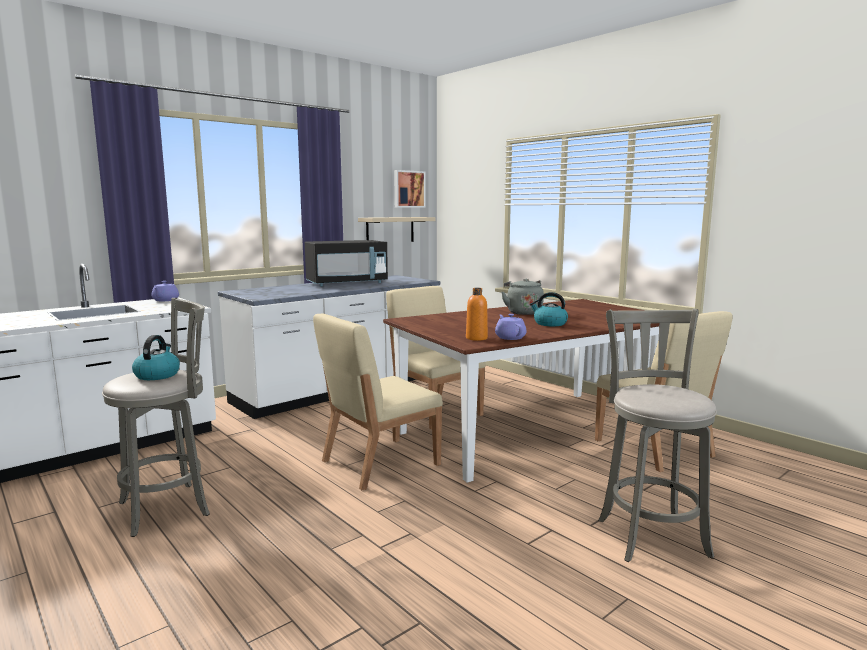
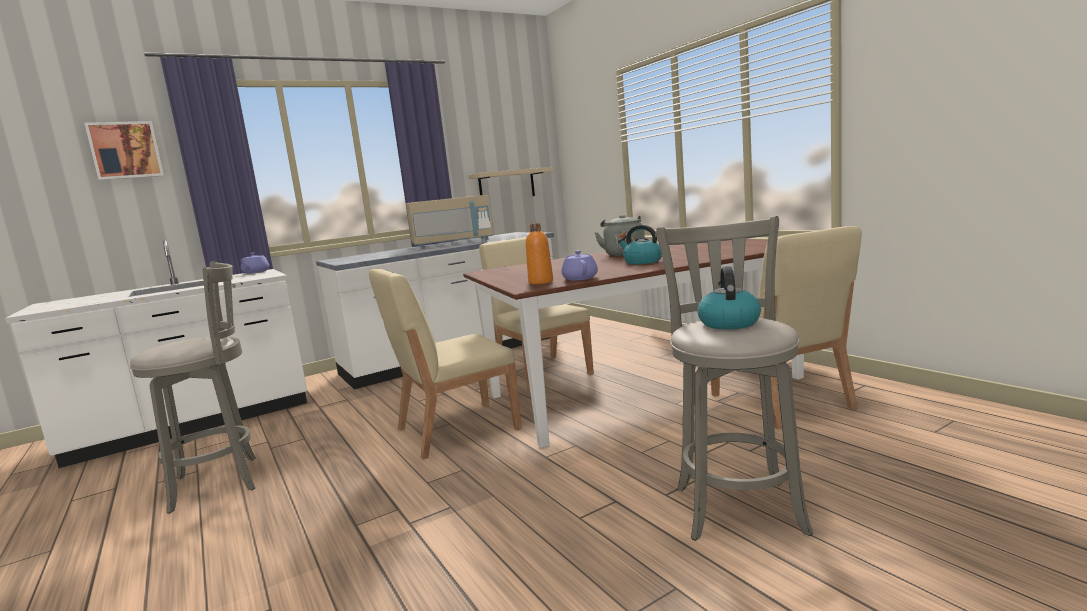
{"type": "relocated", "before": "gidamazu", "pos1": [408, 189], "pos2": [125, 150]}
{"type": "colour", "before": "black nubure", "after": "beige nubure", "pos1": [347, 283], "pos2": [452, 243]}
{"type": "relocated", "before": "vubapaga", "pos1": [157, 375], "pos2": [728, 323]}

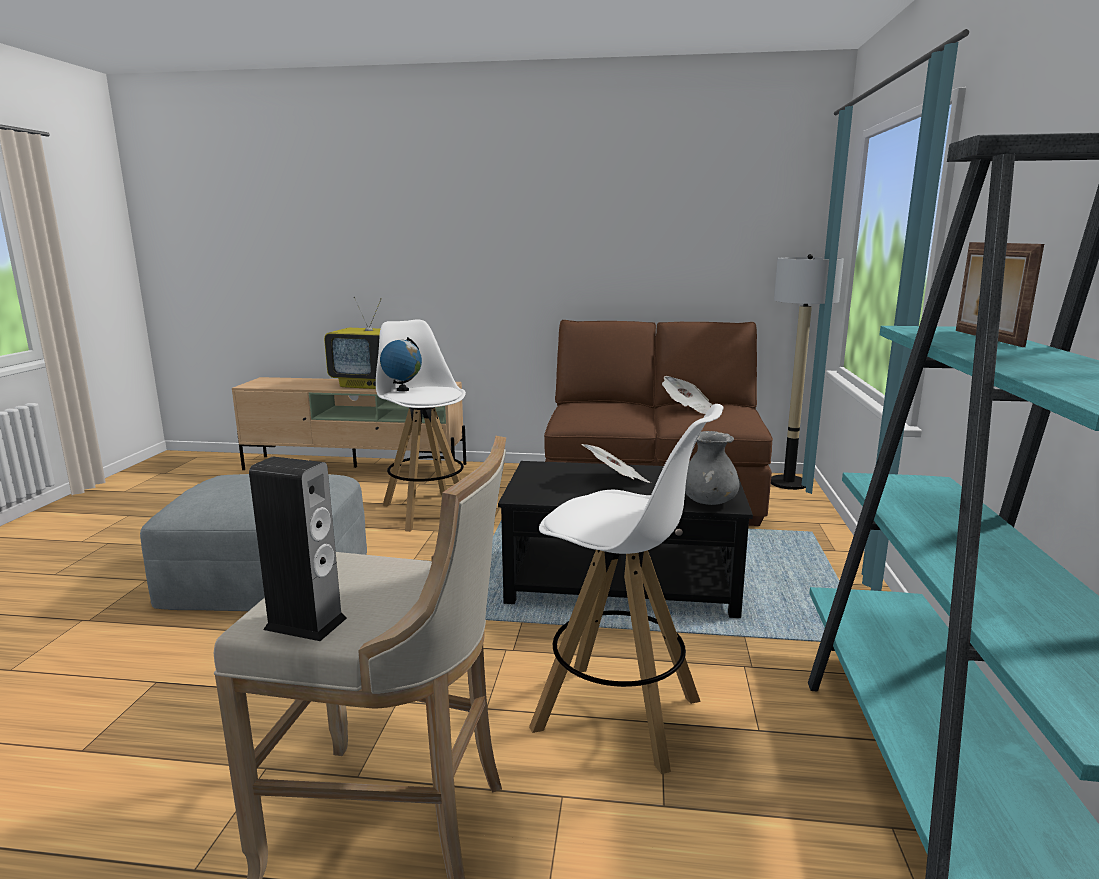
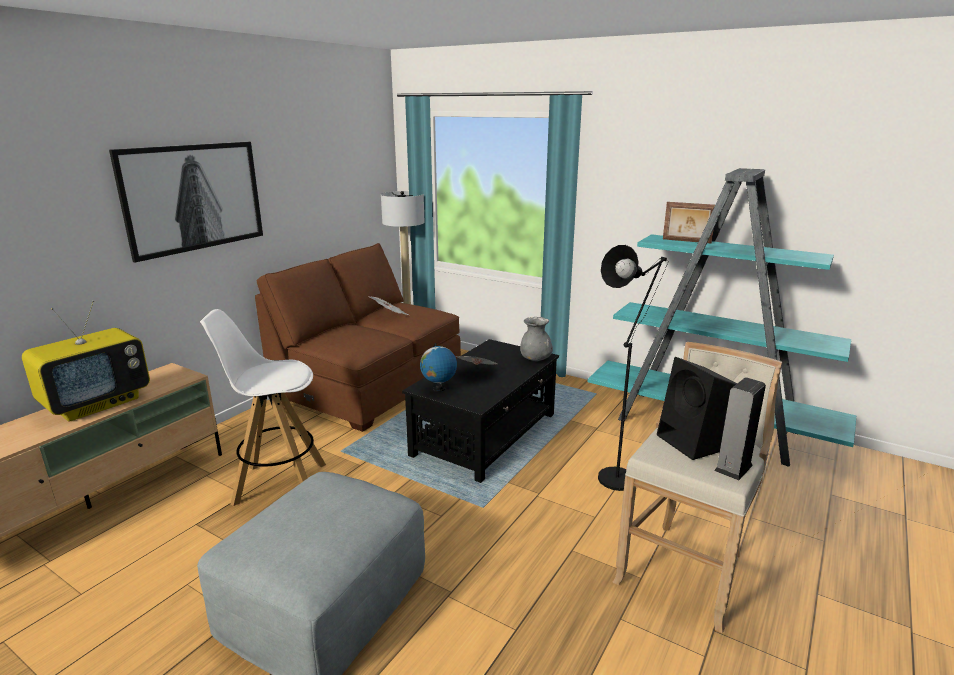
{"type": "relocated", "before": "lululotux", "pos1": [402, 390], "pos2": [439, 389]}
{"type": "exchanged", "before": "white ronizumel", "after": "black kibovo", "pos1": [619, 715], "pos2": [620, 476]}
{"type": "appeared", "after": "gidamazu", "pos2": [194, 197]}
{"type": "appeared", "after": "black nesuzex", "pos2": [695, 442]}

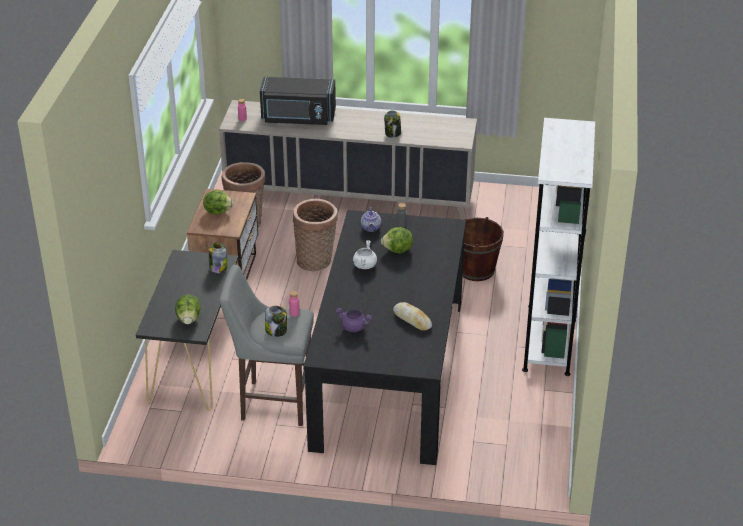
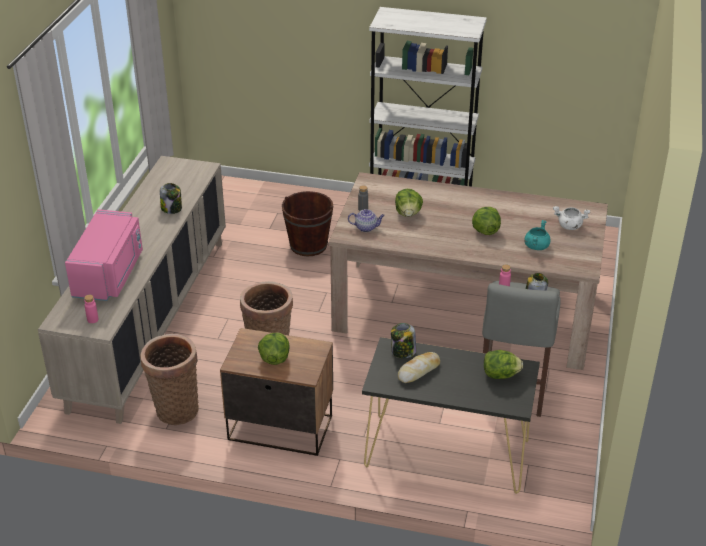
{"type": "colour", "before": "black nubure", "after": "pink nubure", "pos1": [298, 118], "pos2": [110, 274]}
{"type": "colour", "before": "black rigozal", "after": "beige rigozal", "pos1": [389, 372], "pos2": [464, 311]}
{"type": "relocated", "before": "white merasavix", "pos1": [364, 265], "pos2": [569, 226]}
{"type": "relocated", "before": "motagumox", "pos1": [412, 319], "pos2": [419, 371]}
{"type": "colour", "before": "purple merasavix", "after": "turquoise merasavix", "pos1": [354, 327], "pos2": [536, 246]}
{"type": "appeared", "after": "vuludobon", "pos2": [485, 231]}

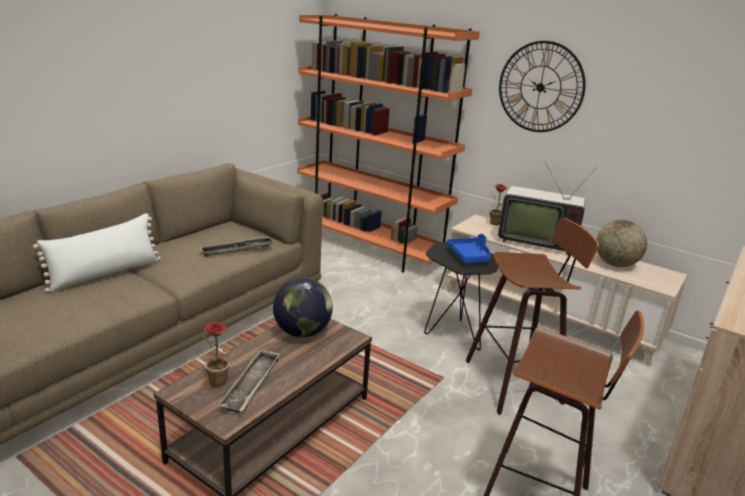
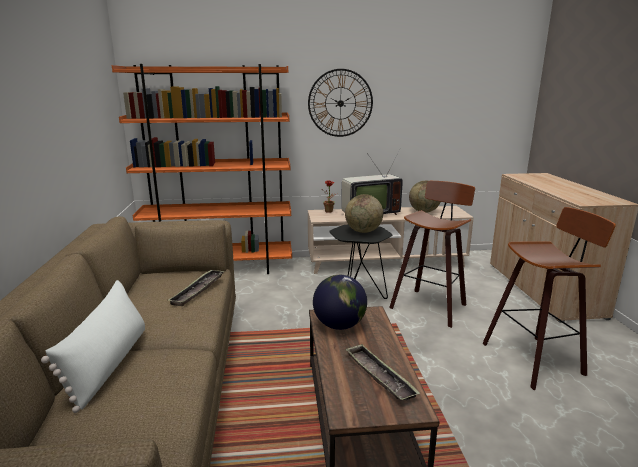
{"type": "exchanged", "before": "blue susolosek", "after": "lululotux", "pos1": [469, 256], "pos2": [363, 231]}
{"type": "missing", "before": "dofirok", "pos1": [219, 384]}

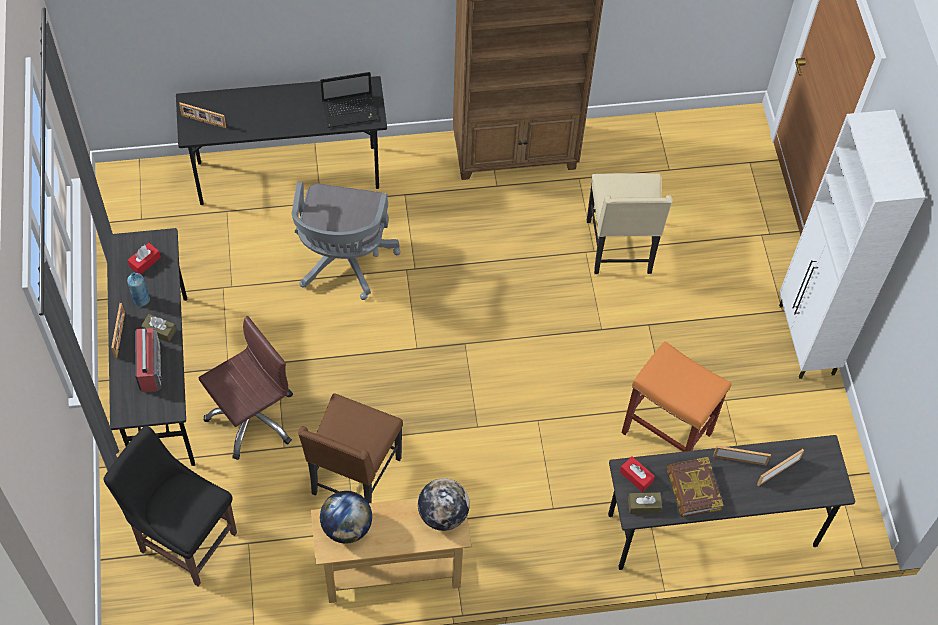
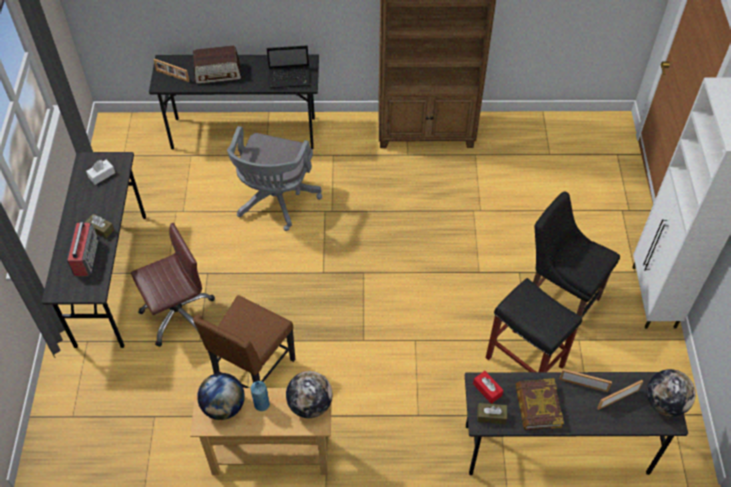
{"type": "missing", "before": "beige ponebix", "pos1": [620, 248]}
{"type": "colour", "before": "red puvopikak", "after": "white puvopikak", "pos1": [145, 262], "pos2": [101, 175]}
{"type": "relocated", "before": "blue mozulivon", "pos1": [141, 300], "pos2": [261, 404]}
{"type": "missing", "before": "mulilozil", "pos1": [120, 335]}
{"type": "colour", "before": "orange ronizumel", "after": "black ronizumel", "pos1": [668, 433], "pos2": [526, 362]}
{"type": "relocated", "before": "black ponebix", "pos1": [185, 539], "pos2": [559, 299]}
{"type": "appeared", "after": "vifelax", "pos2": [218, 73]}
{"type": "appeared", "after": "lululotux", "pos2": [664, 403]}

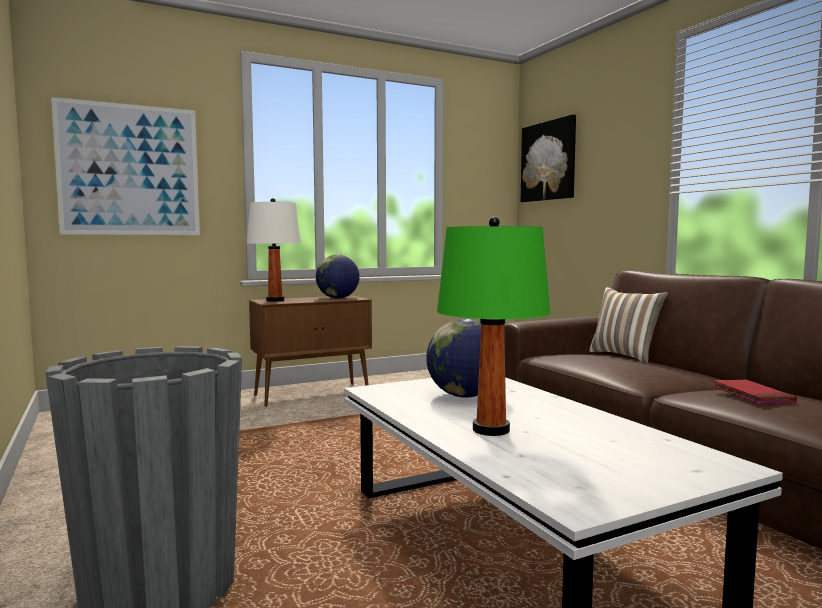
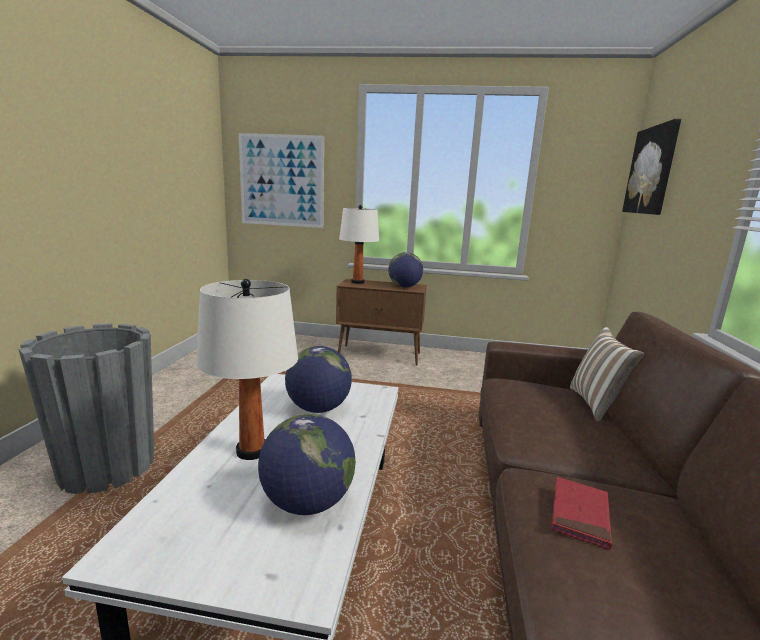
{"type": "colour", "before": "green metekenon", "after": "white metekenon", "pos1": [490, 430], "pos2": [252, 451]}
{"type": "appeared", "after": "lululotux", "pos2": [307, 503]}

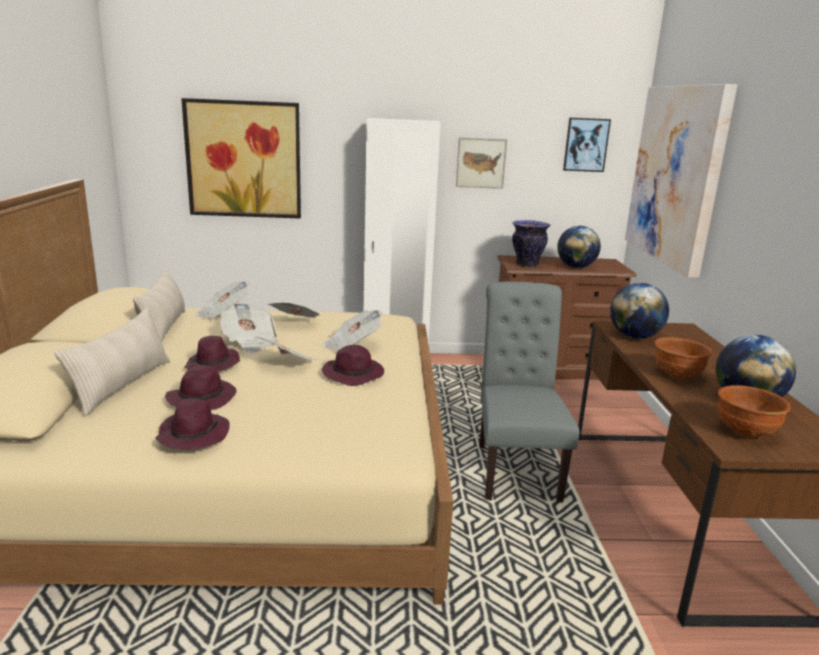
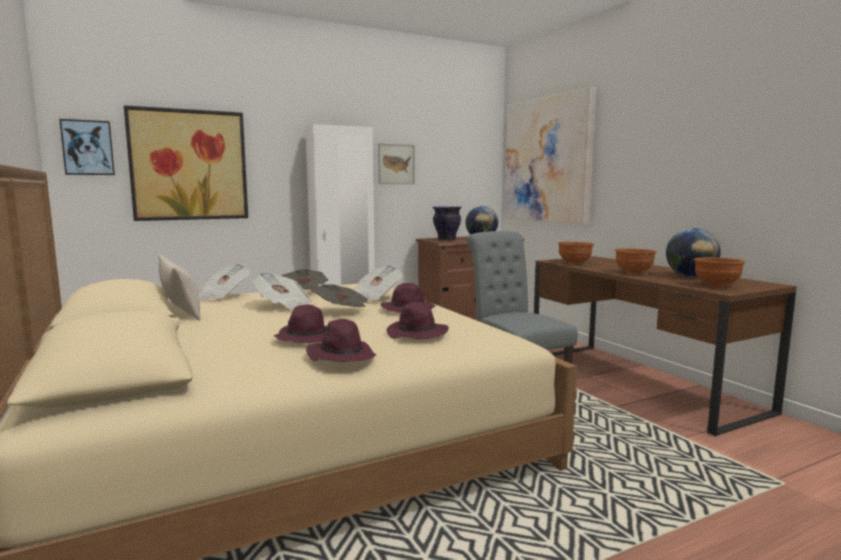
{"type": "relocated", "before": "gidamazu", "pos1": [586, 145], "pos2": [88, 147]}
{"type": "exchanged", "before": "lululotux", "after": "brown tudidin", "pos1": [634, 337], "pos2": [575, 263]}
{"type": "missing", "before": "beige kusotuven", "pos1": [122, 385]}
{"type": "relocated", "before": "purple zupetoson", "pos1": [213, 365], "pos2": [417, 334]}

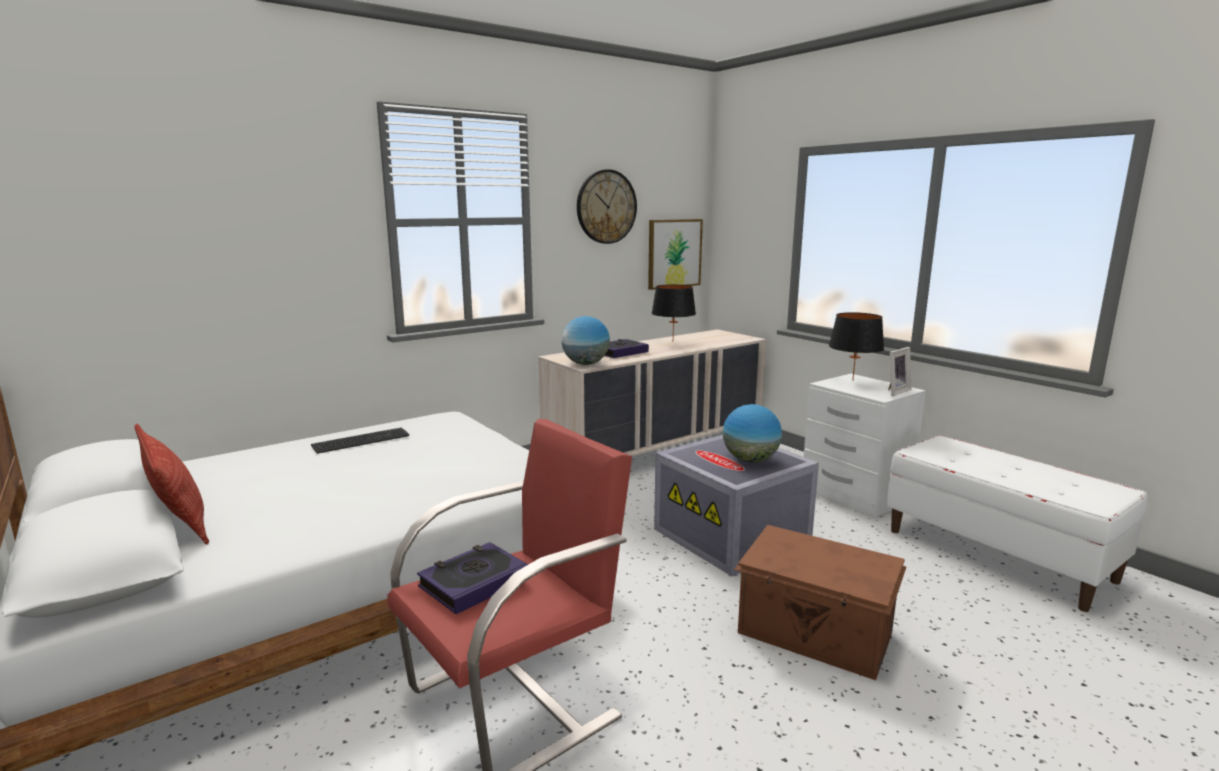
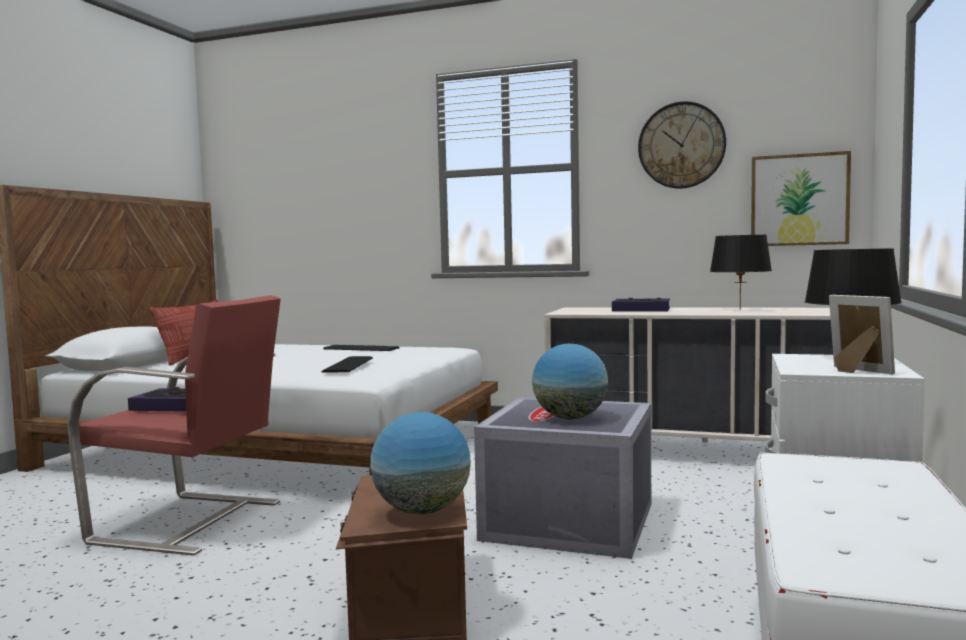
{"type": "relocated", "before": "lululotux", "pos1": [586, 364], "pos2": [422, 511]}
{"type": "spun", "before": "mulilozil", "pos1": [894, 391], "pos2": [856, 371], "turn": -135}
{"type": "appeared", "after": "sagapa", "pos2": [346, 365]}

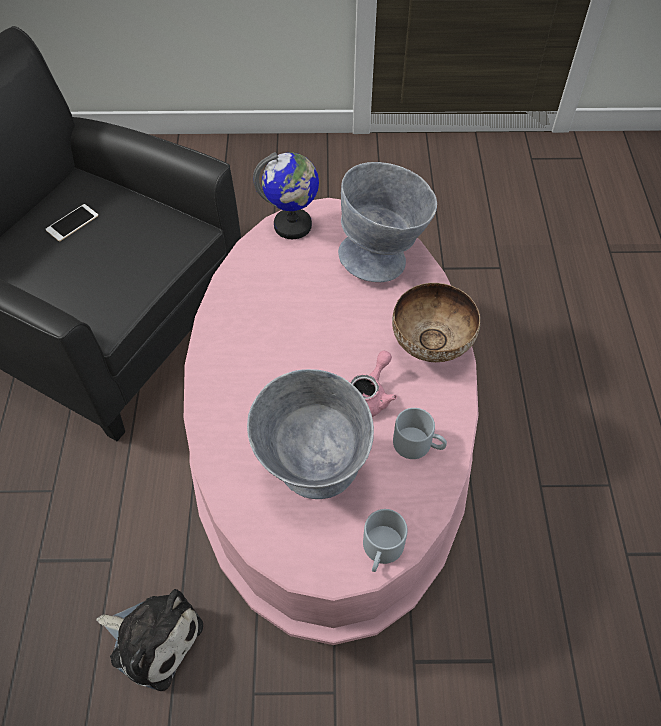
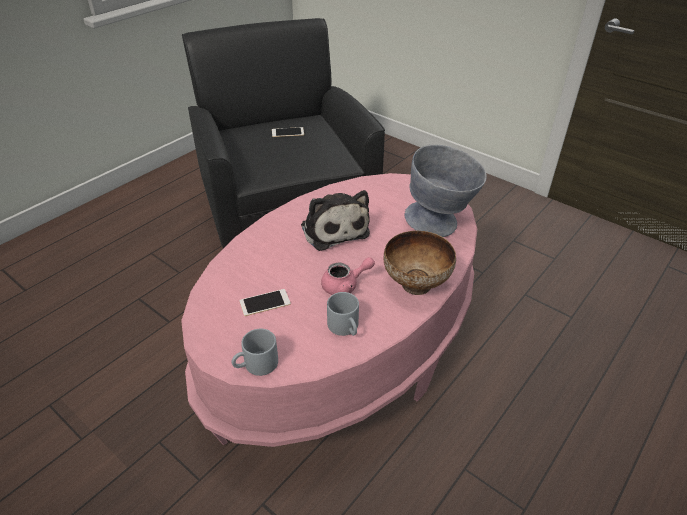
{"type": "missing", "before": "lululotux", "pos1": [293, 226]}
{"type": "exchanged", "before": "grey tudidin", "after": "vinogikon", "pos1": [312, 475], "pos2": [265, 302]}
{"type": "relocated", "before": "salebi", "pos1": [153, 638], "pos2": [333, 228]}

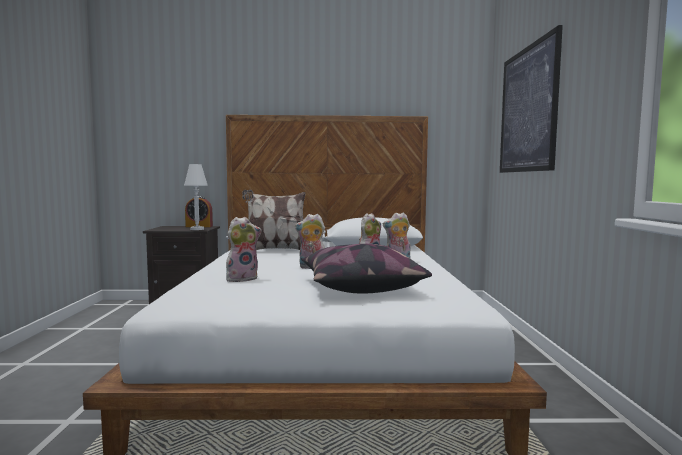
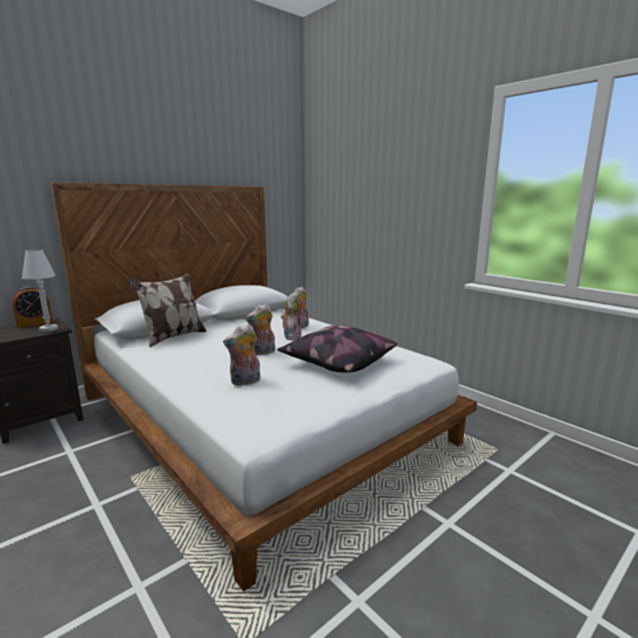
{"type": "missing", "before": "gidamazu", "pos1": [528, 109]}
{"type": "spun", "before": "salebi", "pos1": [242, 278], "pos2": [245, 382], "turn": -135}

